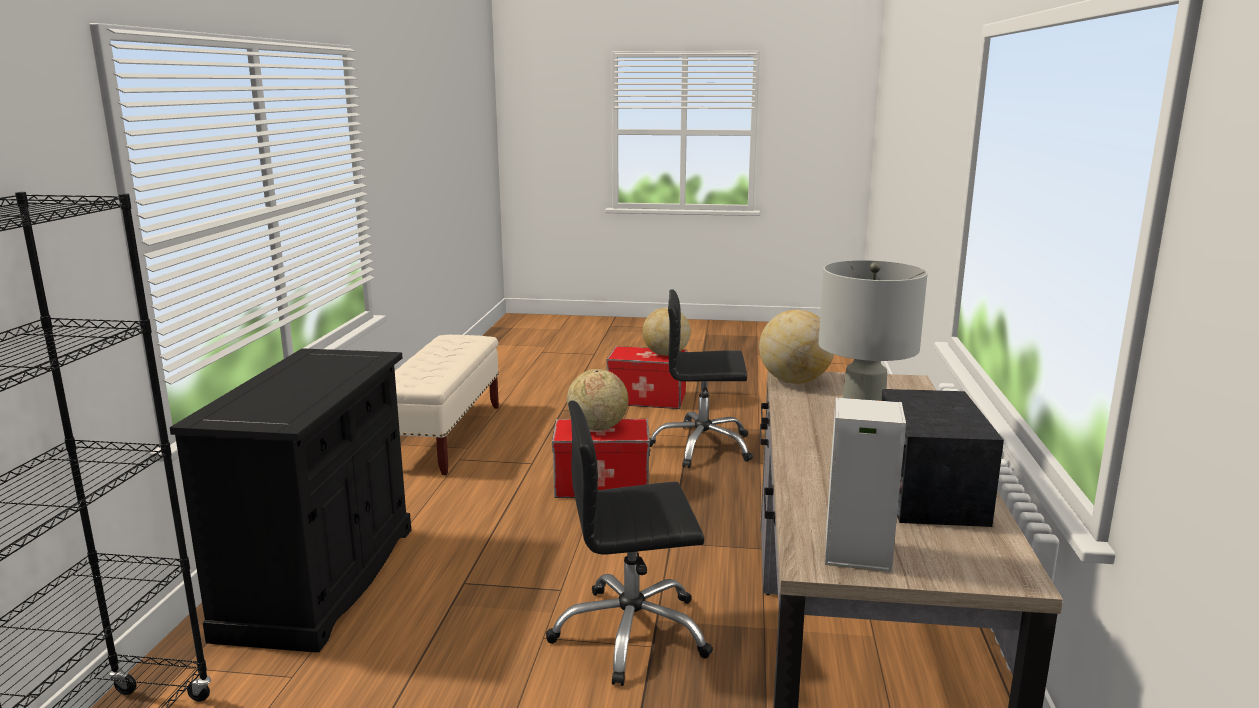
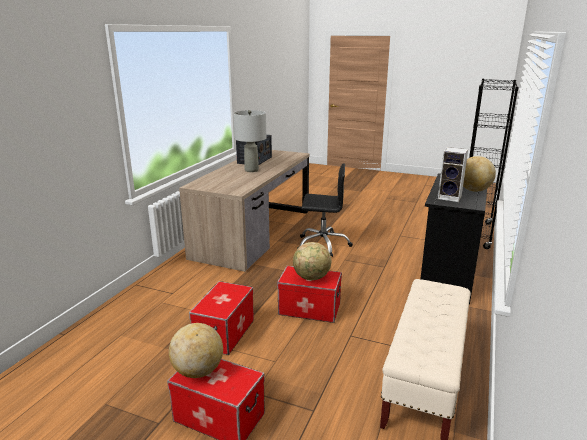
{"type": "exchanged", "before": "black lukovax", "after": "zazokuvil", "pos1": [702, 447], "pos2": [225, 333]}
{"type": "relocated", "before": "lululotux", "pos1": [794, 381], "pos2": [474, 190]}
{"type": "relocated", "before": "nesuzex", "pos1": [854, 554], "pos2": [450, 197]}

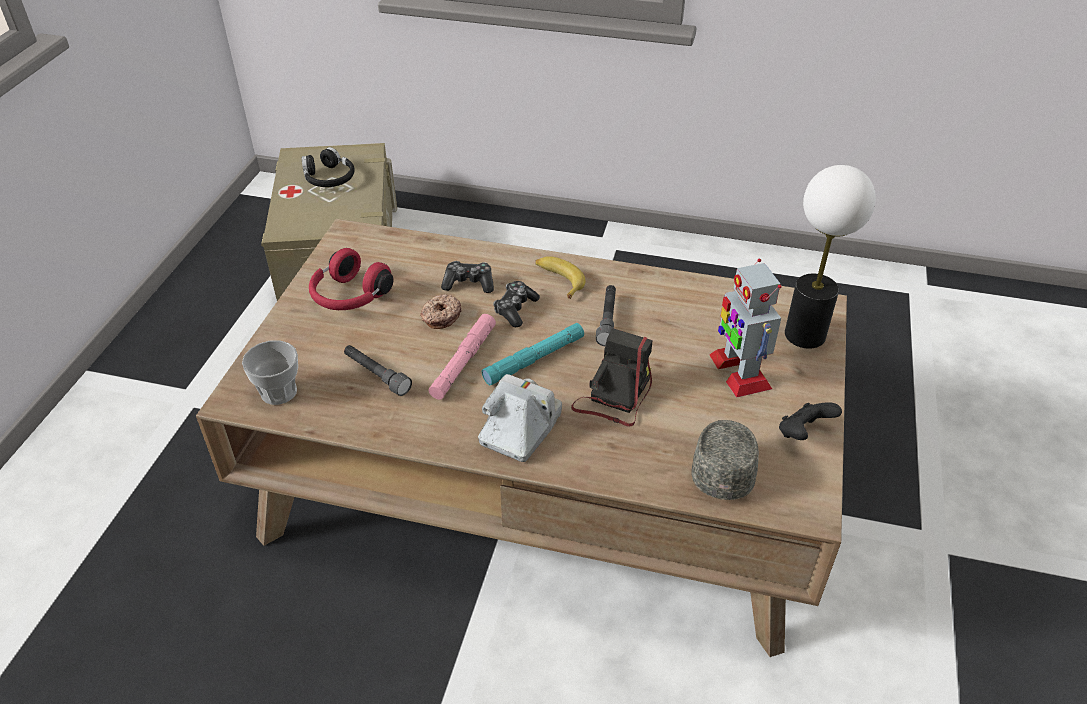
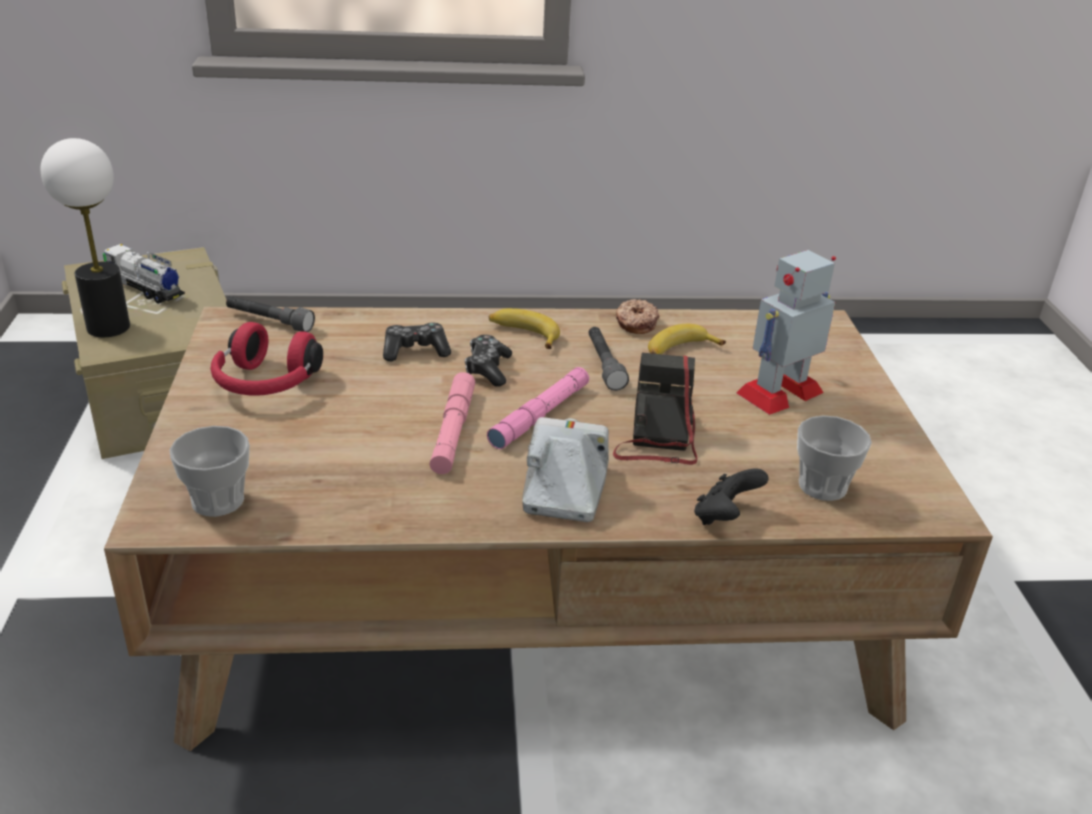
{"type": "exchanged", "before": "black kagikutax", "after": "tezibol", "pos1": [329, 178], "pos2": [145, 289]}
{"type": "relocated", "before": "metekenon", "pos1": [805, 335], "pos2": [109, 327]}
{"type": "spun", "before": "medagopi", "pos1": [739, 371], "pos2": [780, 392], "turn": 90}
{"type": "relocated", "before": "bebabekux", "pos1": [440, 316], "pos2": [635, 323]}
{"type": "colour", "before": "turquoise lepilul", "after": "pink lepilul", "pos1": [534, 359], "pos2": [540, 415]}
{"type": "relocated", "before": "grey lepilul", "pos1": [376, 375], "pos2": [269, 321]}
{"type": "relocated", "before": "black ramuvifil", "pos1": [803, 433], "pos2": [724, 517]}
{"type": "exchanged", "before": "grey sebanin", "after": "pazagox", "pos1": [723, 467], "pos2": [822, 486]}
{"type": "appeared", "after": "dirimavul", "pos2": [679, 351]}

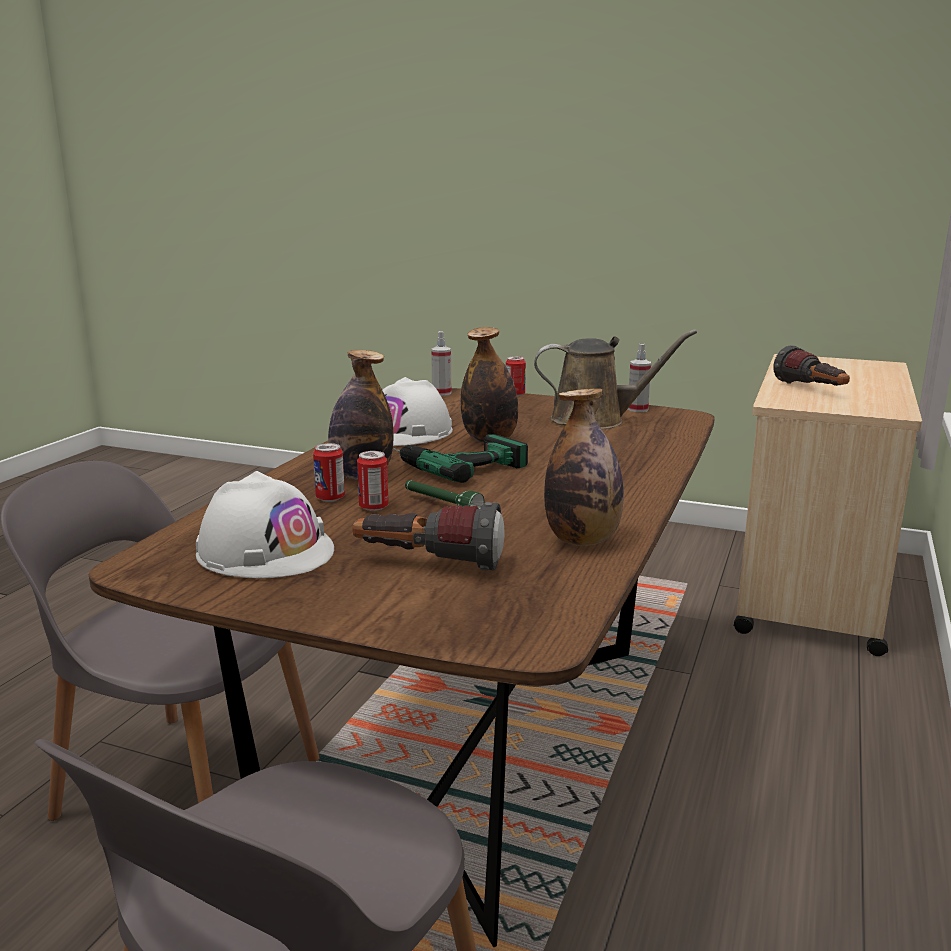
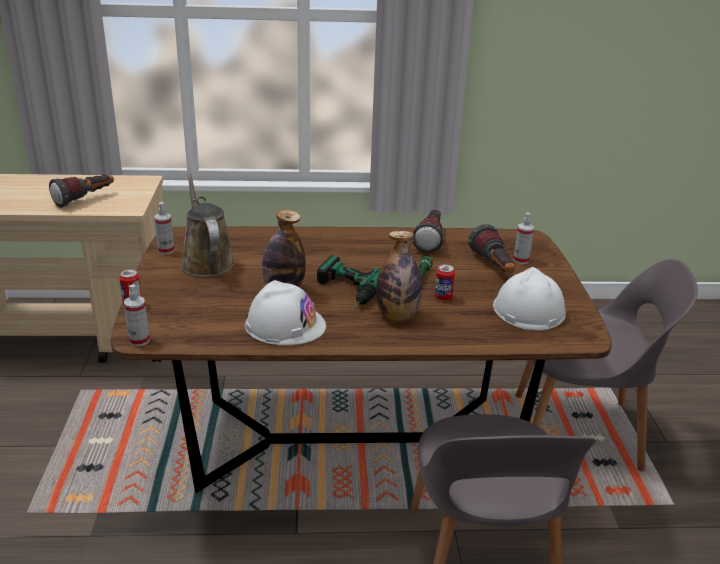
{"type": "exchanged", "before": "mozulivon", "after": "lepilul", "pos1": [582, 540], "pos2": [430, 240]}
{"type": "missing", "before": "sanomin", "pos1": [330, 498]}
{"type": "appeared", "after": "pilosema", "pos2": [521, 260]}

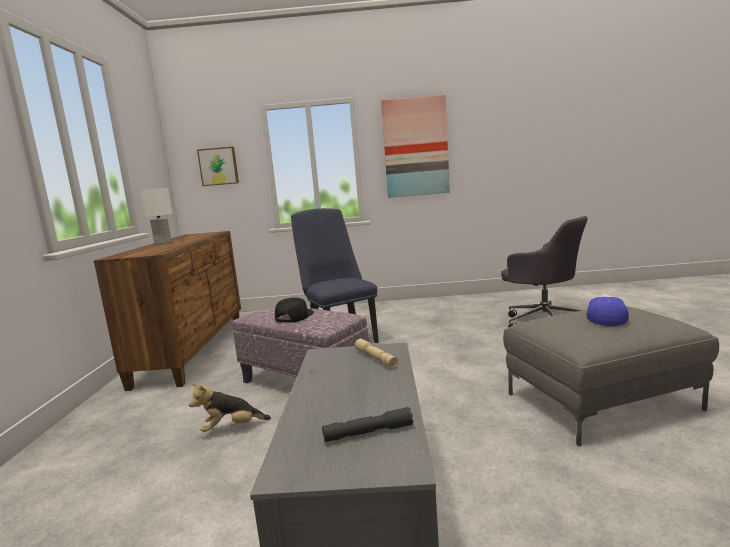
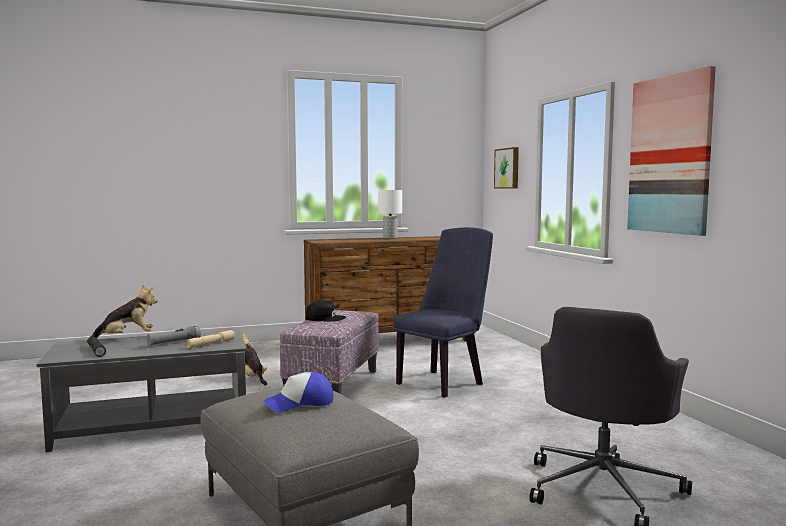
{"type": "spun", "before": "sebanin", "pos1": [605, 317], "pos2": [300, 403], "turn": 150}
{"type": "appeared", "after": "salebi", "pos2": [126, 338]}
{"type": "appeared", "after": "grey lepilul", "pos2": [174, 343]}

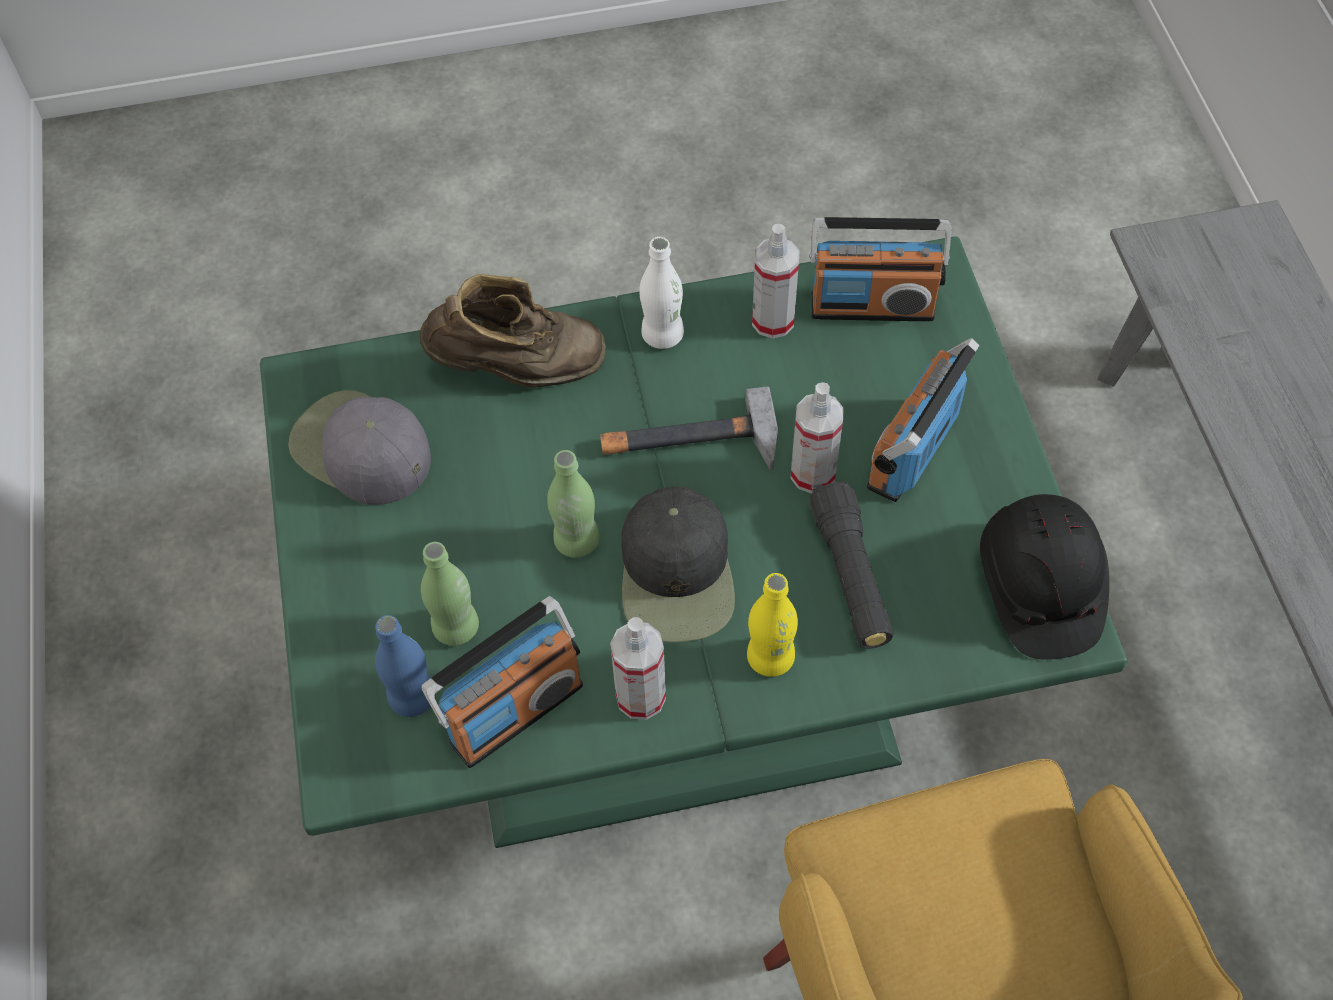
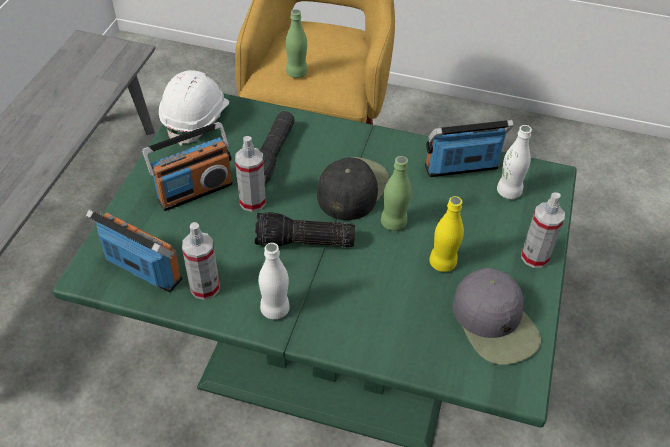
{"type": "missing", "before": "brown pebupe", "pos1": [519, 371]}
{"type": "exchanged", "before": "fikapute", "after": "lepilul", "pos1": [689, 443], "pos2": [303, 243]}
{"type": "colour", "before": "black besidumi", "after": "white besidumi", "pos1": [1038, 588], "pos2": [196, 119]}
{"type": "relocated", "before": "green mozulivon", "pos1": [456, 627], "pos2": [296, 73]}
{"type": "relocated", "before": "yellow mozulivon", "pos1": [770, 657], "pos2": [442, 263]}
{"type": "colour", "before": "blue mozulivon", "after": "white mozulivon", "pos1": [413, 697], "pos2": [508, 192]}
{"type": "relocated", "before": "pilosema", "pos1": [640, 697], "pos2": [534, 257]}

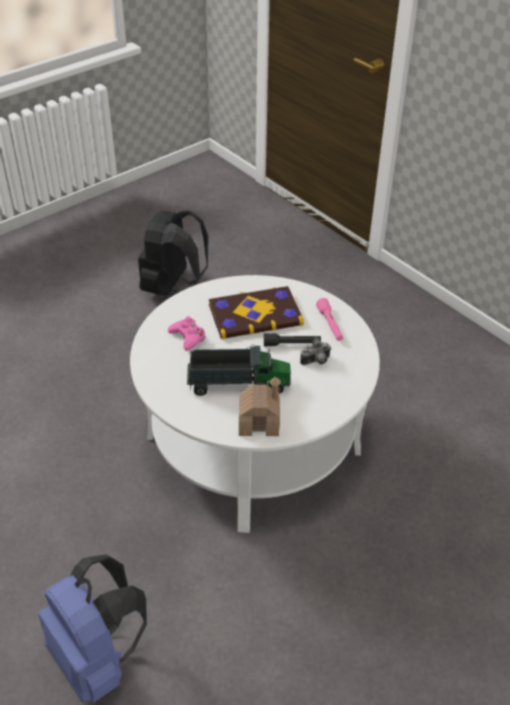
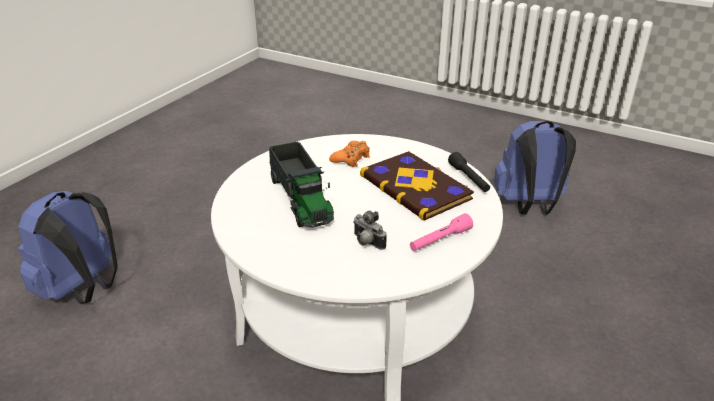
{"type": "colour", "before": "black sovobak", "after": "blue sovobak", "pos1": [172, 287], "pos2": [528, 206]}
{"type": "colour", "before": "pink ramuvifil", "after": "orange ramuvifil", "pos1": [188, 337], "pos2": [351, 159]}
{"type": "relocated", "before": "black lepilul", "pos1": [292, 344], "pos2": [469, 179]}
{"type": "missing", "before": "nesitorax", "pos1": [259, 421]}

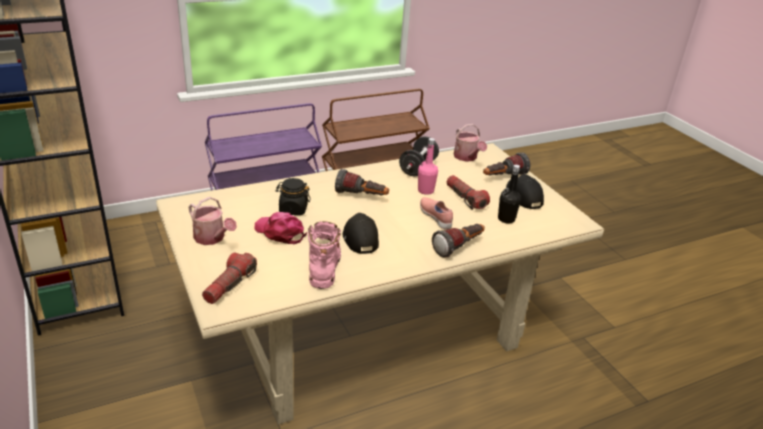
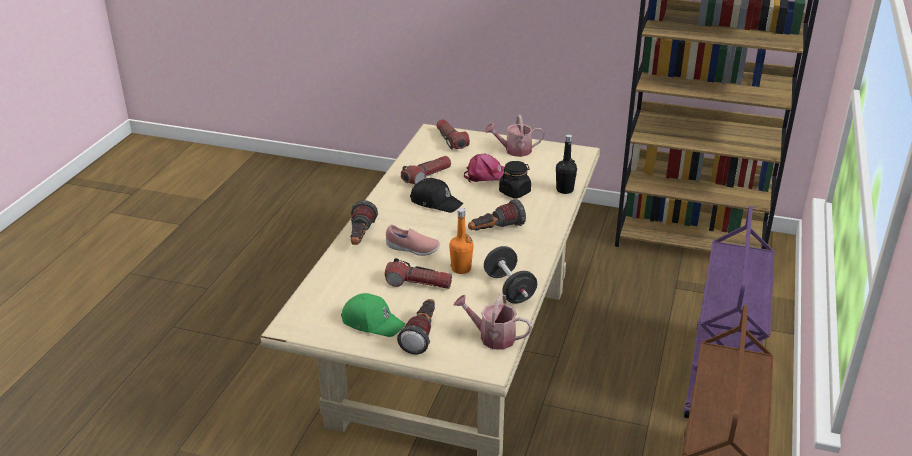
{"type": "colour", "before": "pink mozulivon", "after": "orange mozulivon", "pos1": [425, 190], "pos2": [461, 269]}
{"type": "relocated", "before": "black mozulivon", "pos1": [506, 219], "pos2": [564, 190]}
{"type": "colour", "before": "black sebanin", "after": "green sebanin", "pos1": [523, 197], "pos2": [372, 322]}
{"type": "exchanged", "before": "pink pebupe", "after": "lepilul", "pos1": [324, 263], "pos2": [426, 176]}

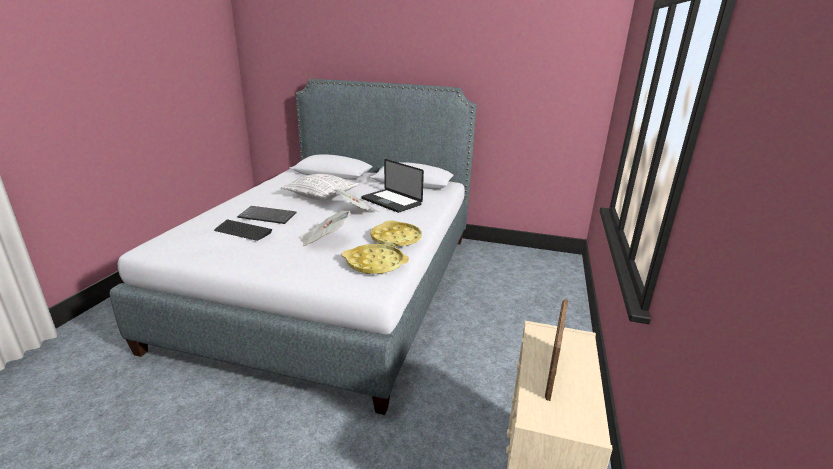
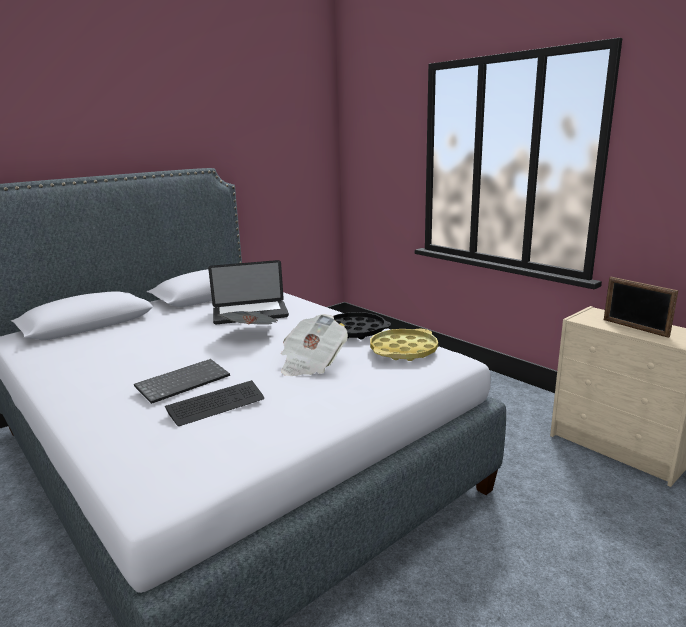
{"type": "missing", "before": "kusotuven", "pos1": [321, 195]}
{"type": "colour", "before": "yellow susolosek", "after": "black susolosek", "pos1": [396, 239], "pos2": [355, 331]}

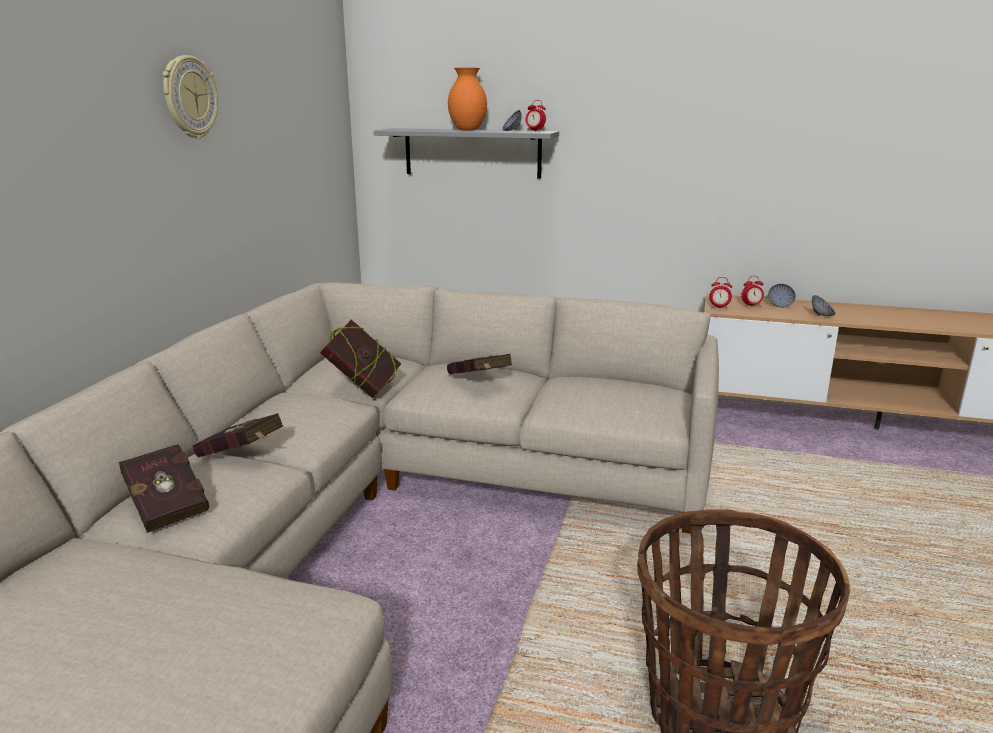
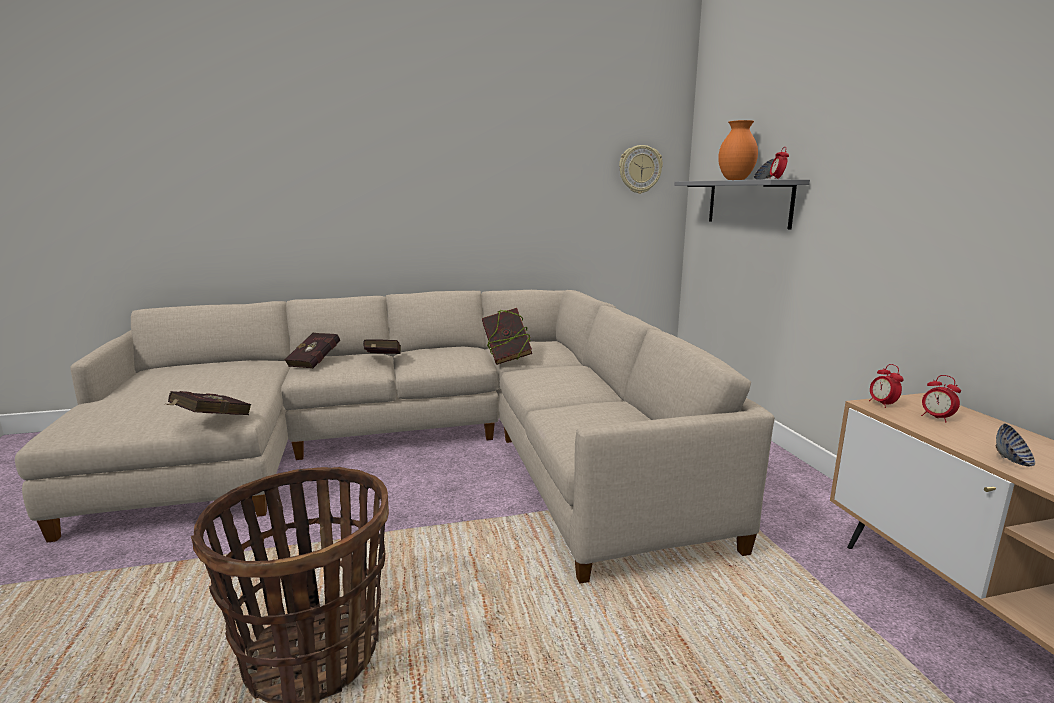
{"type": "relocated", "before": "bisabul", "pos1": [189, 97], "pos2": [640, 169]}
{"type": "missing", "before": "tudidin", "pos1": [780, 305]}
{"type": "relocated", "before": "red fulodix", "pos1": [479, 381], "pos2": [209, 420]}

